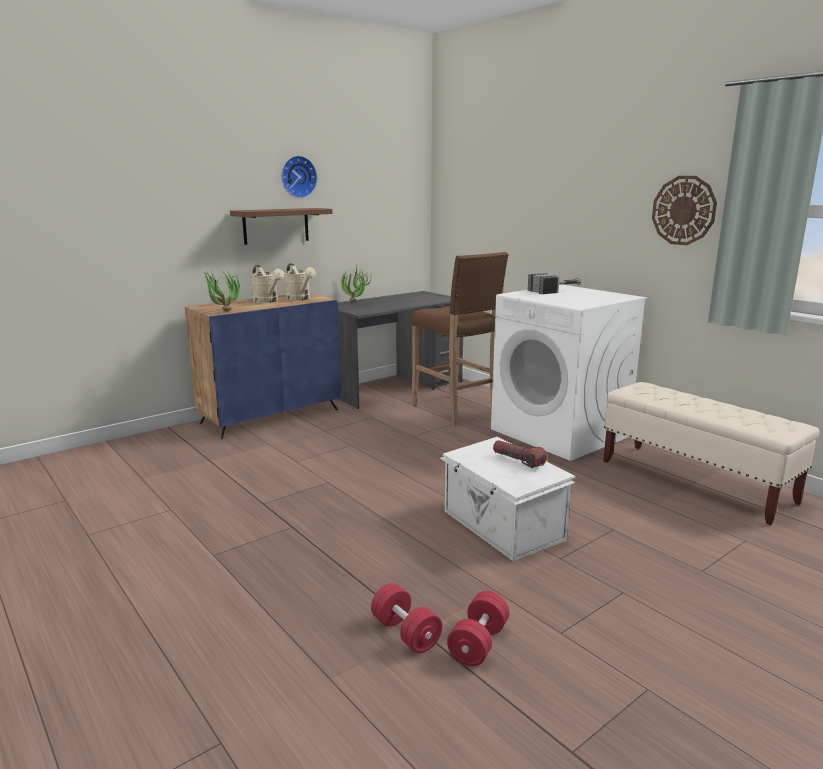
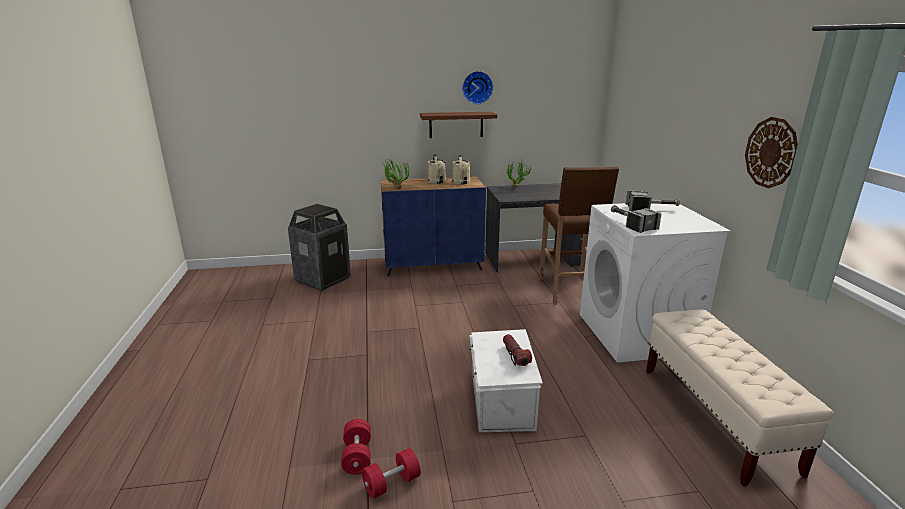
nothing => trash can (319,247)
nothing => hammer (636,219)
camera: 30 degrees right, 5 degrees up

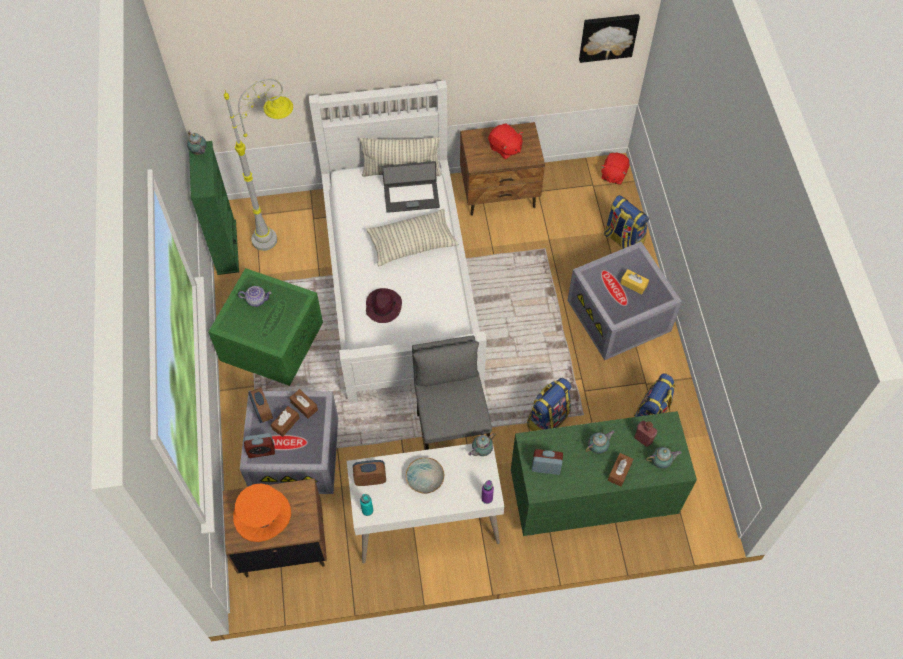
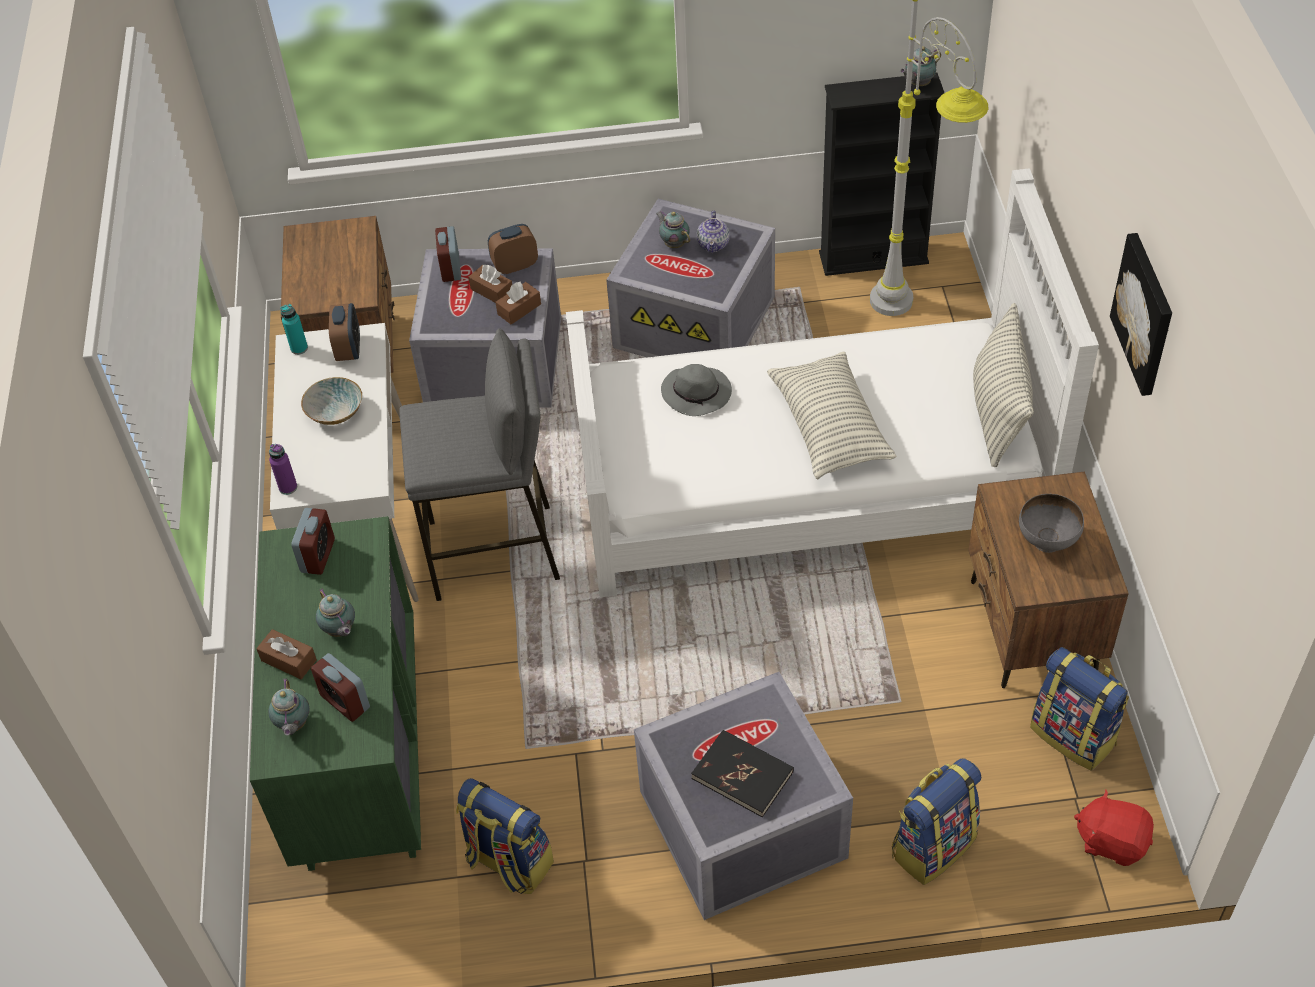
red bottle (646,434) => alarm clock (340,687)
green storage box (265,327) => grey storage box (690,278)
teapot (482,444) => teapot (673,229), move
purple hat (384,305) => grey hat (696,390)
yellow tissue box (634,281) => black book (742,773)
green bookcase (214,208) => black bookcase (881,174)
red plush toy (505,141) => grey bowl (1051,523)
backpack (549,404) => backpack (1079,708), move
picture (609,38) => picture (1141,314), move
orange hat (262,512) => nothing
laptop (411,187) => nothing
camera: 95 degrees right, 10 degrees down

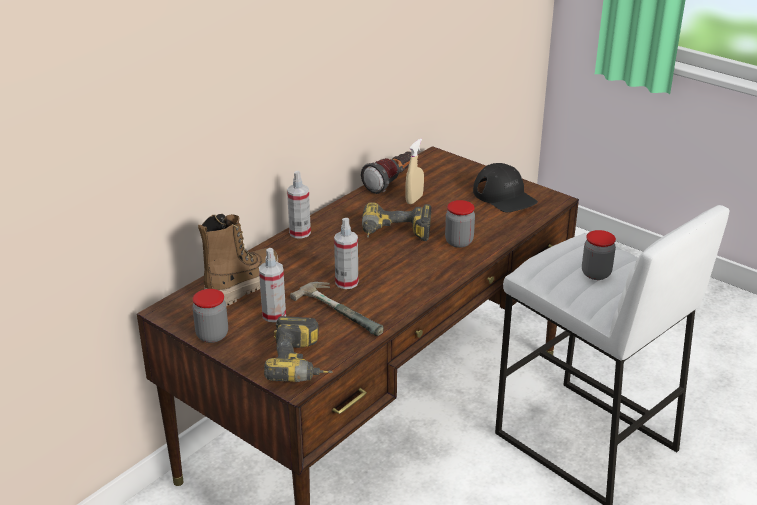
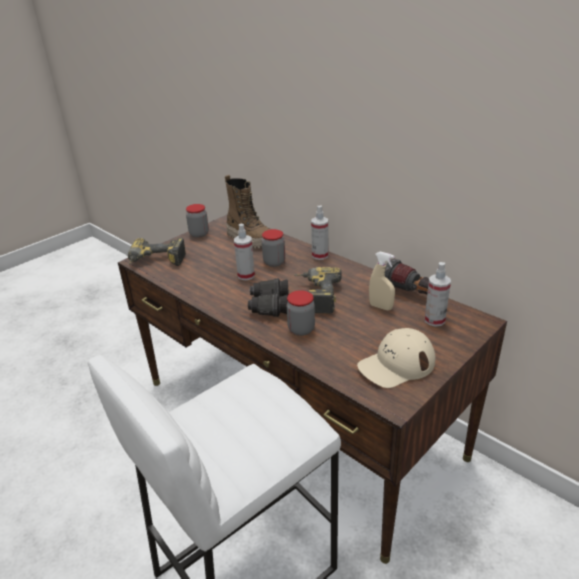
nothing => black binoculars (268,297)
jar (599,255) => jar (273,248), move
black cap (505,187) => beige cap (396,358)
spray bottle (272,285) => spray bottle (438,294), move
hammer (336,309) => nothing
camera: 95 degrees right, 0 degrees up

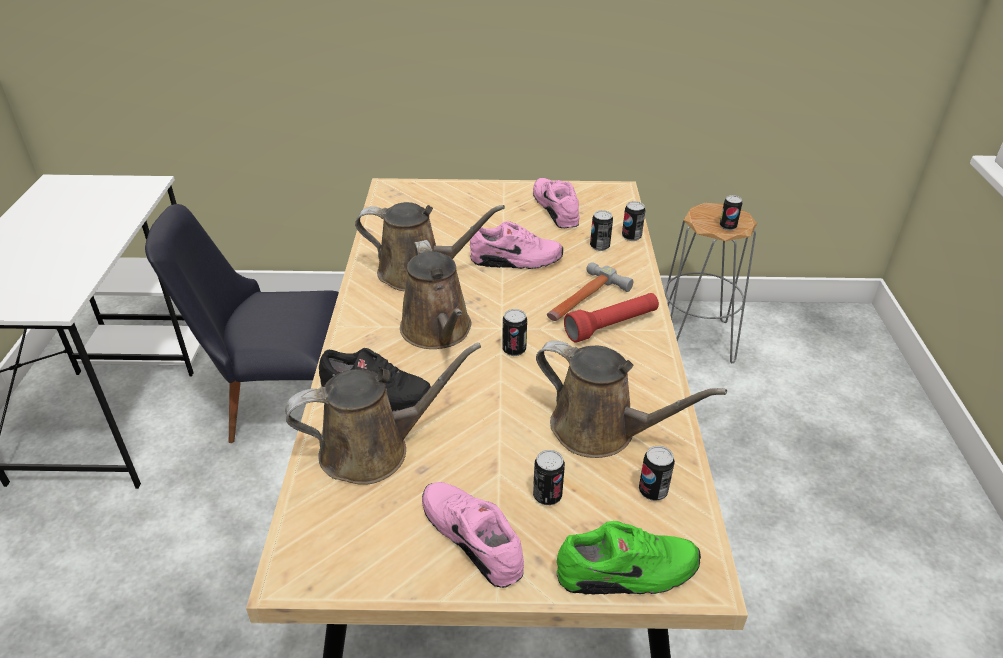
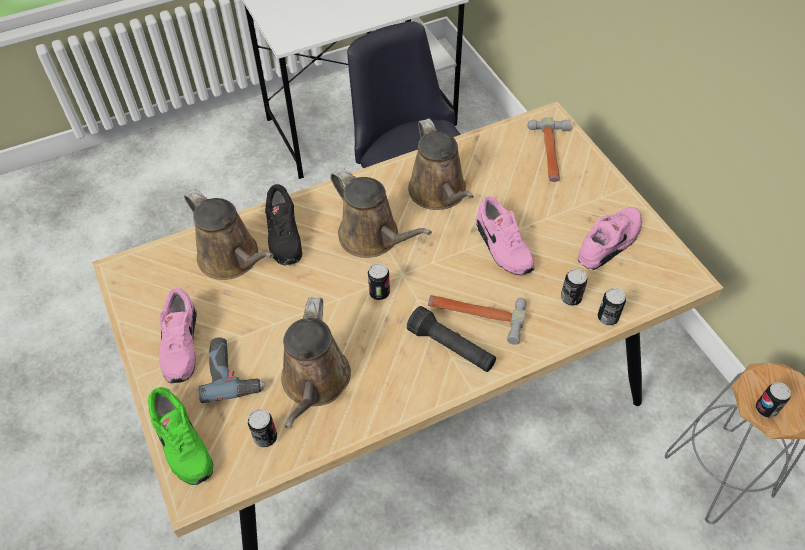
pink shoe (473,535) => pink shoe (178,335), 150 degrees clockwise
can (549,477) => power drill (231,370)
brown watering can (436,294) => brown watering can (381,213), 90 degrees counterclockwise
red flashlight (611,318) => black flashlight (451,339)
nothing => hammer (549,149)
camera: 65 degrees right, 15 degrees up

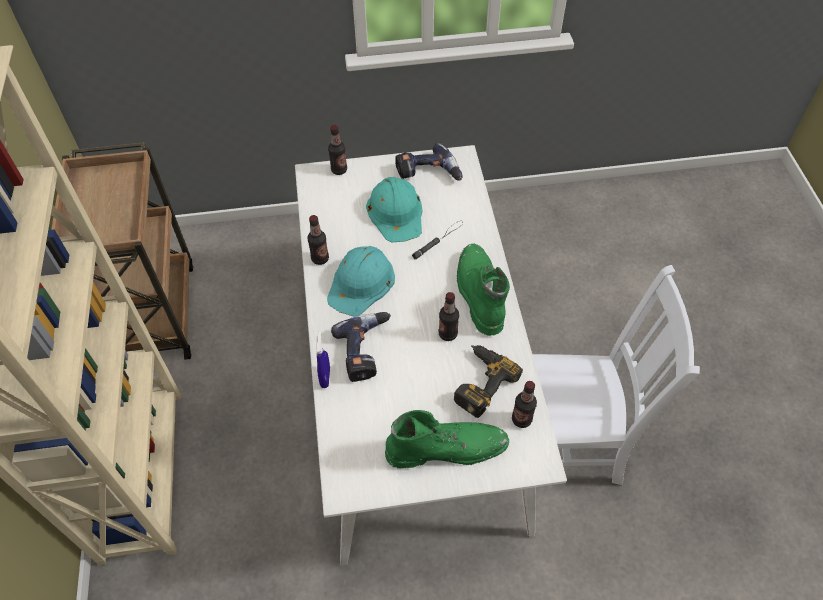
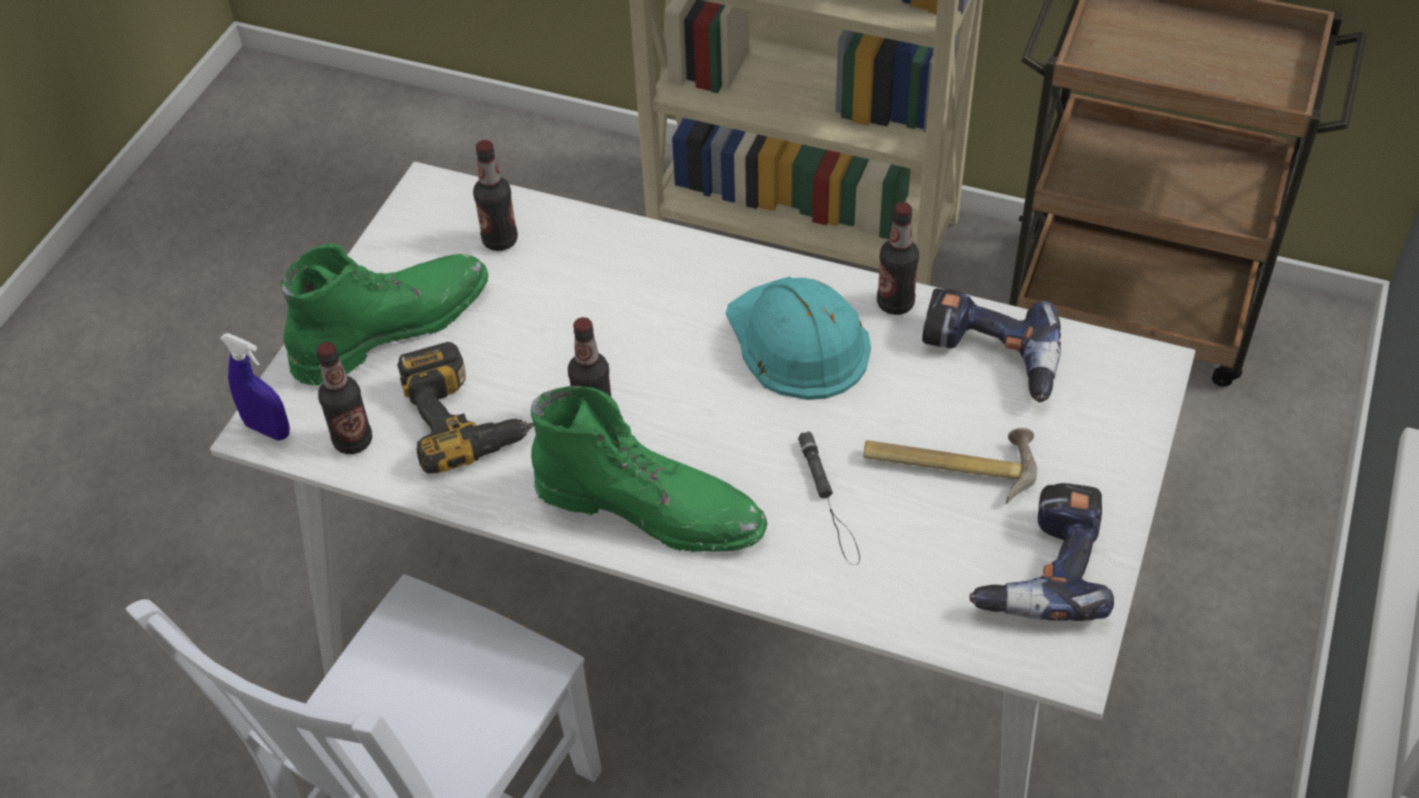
blue spray bottle (323,360) => blue spray bottle (255,387), move
green boot (447,439) => green boot (384,314), 150 degrees counterclockwise
bottle (337,150) => bottle (495,195), move
turquoise hard hat (394,210) => hammer (950,466)
power drill (361,347) => power drill (991,345), move
camera: 120 degrees right, 5 degrees down

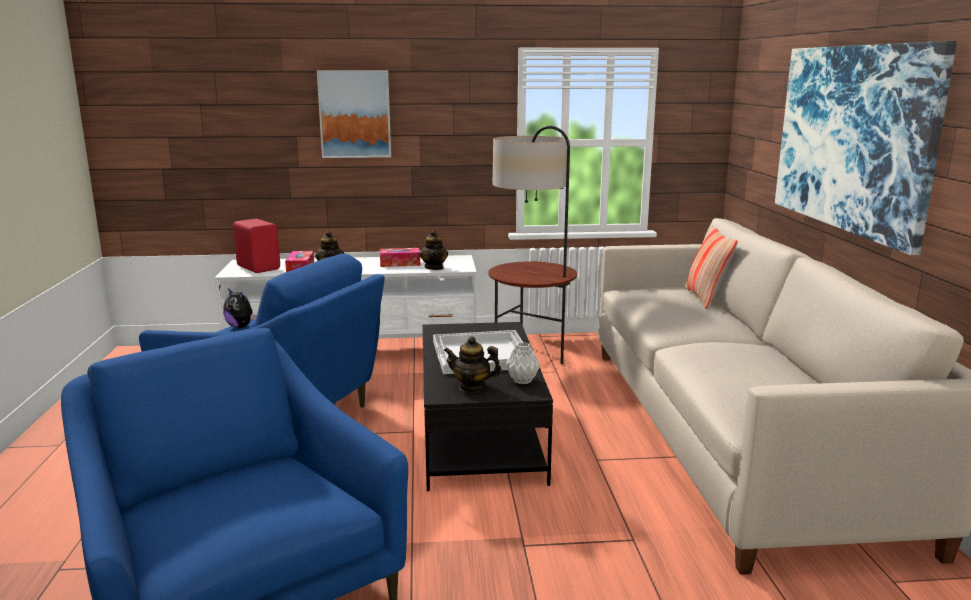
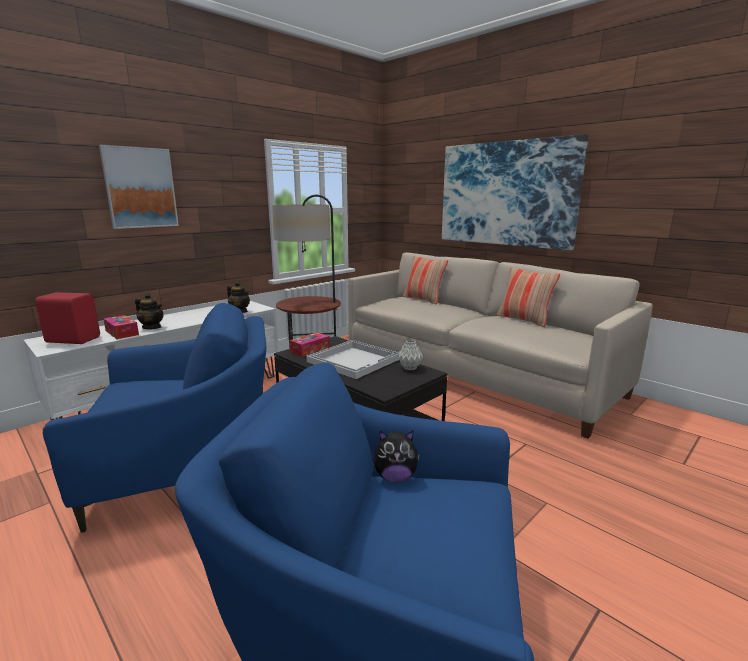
tissue box (400,257) => tissue box (309,344), move
plush toy (240,308) => plush toy (397,456), move
nothing => pillow (528,297)
teapot (473,364) => nothing
camera: 40 degrees left, 0 degrees up

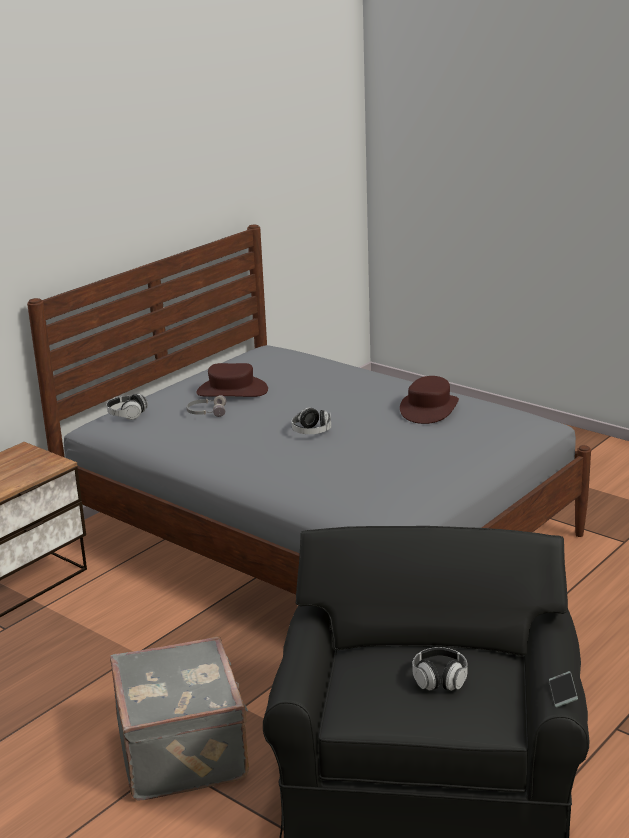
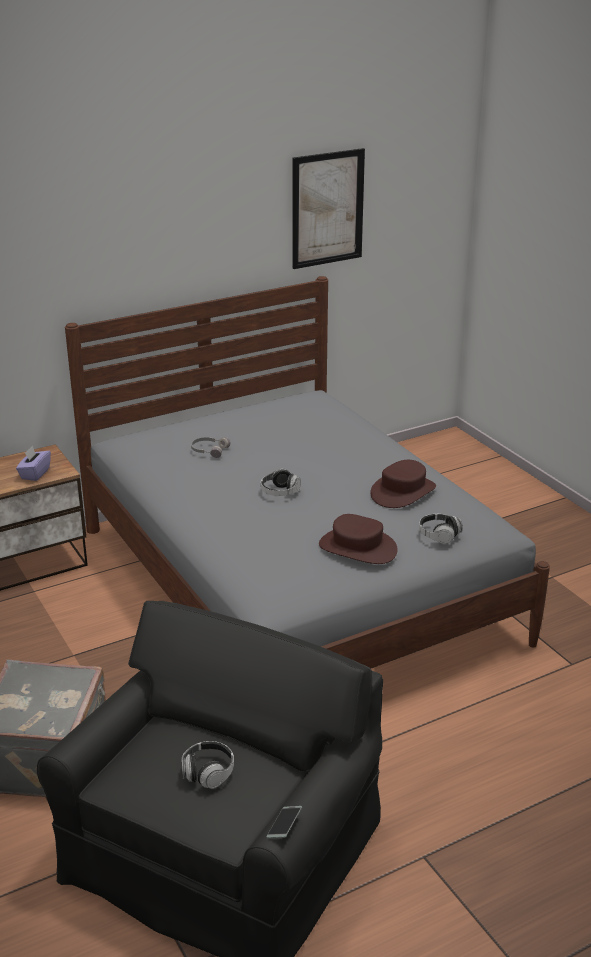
nothing => purple tissue box (33,463)
nothing => picture (328,208)
brown hat (232,380) => brown hat (358,539), move
headphones (127,407) => headphones (441,529), move
camera: 20 degrees right, 5 degrees up

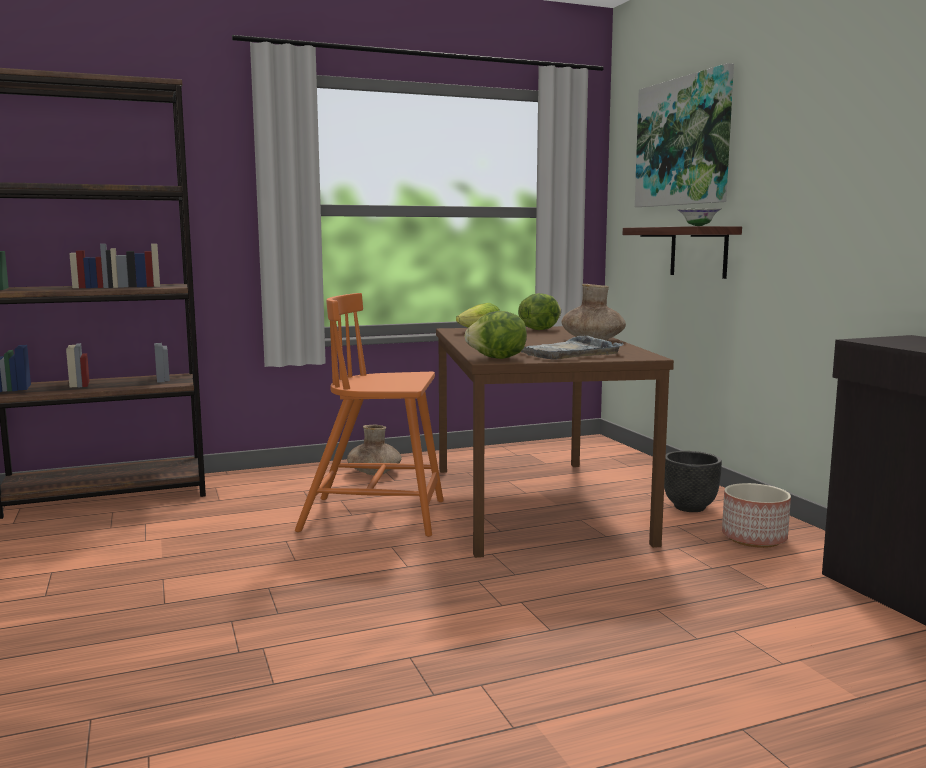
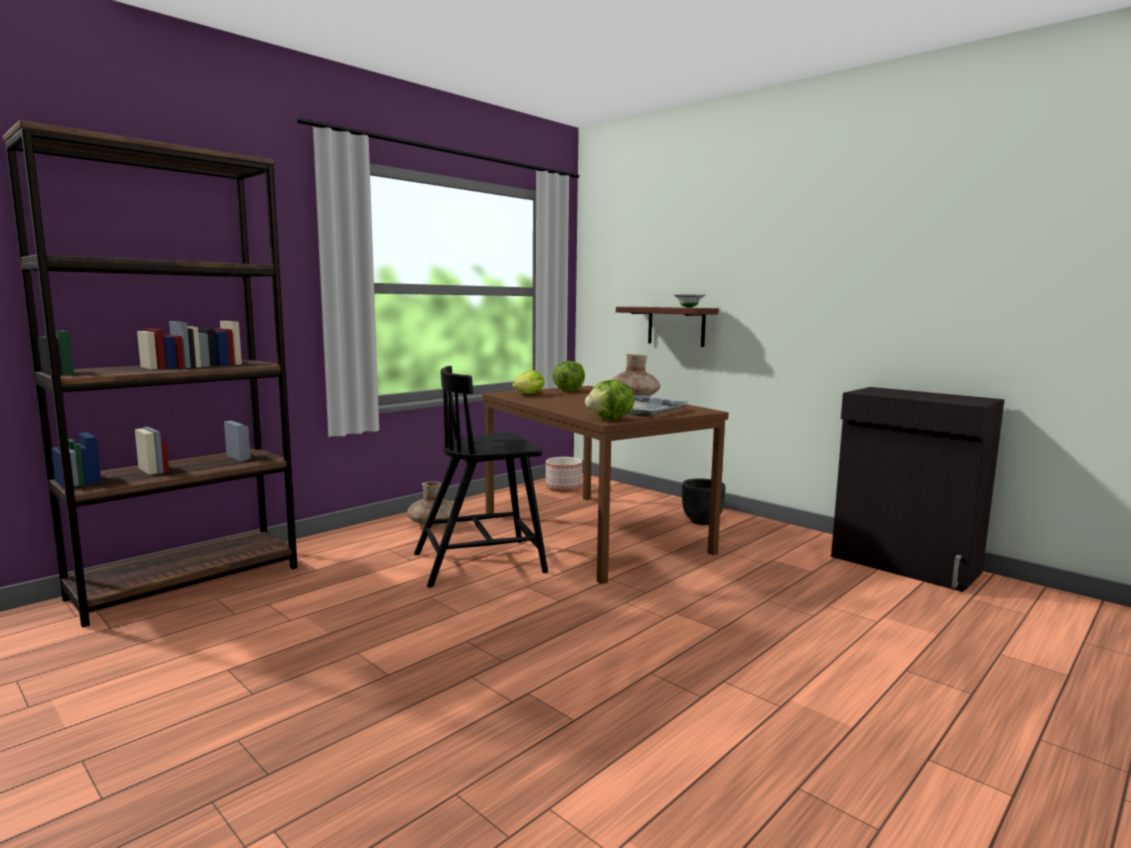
orange chair (369,415) => black chair (481,477)
planter (756,515) => planter (564,474), move
picture (684,135) => nothing
camera: 25 degrees left, 0 degrees up

